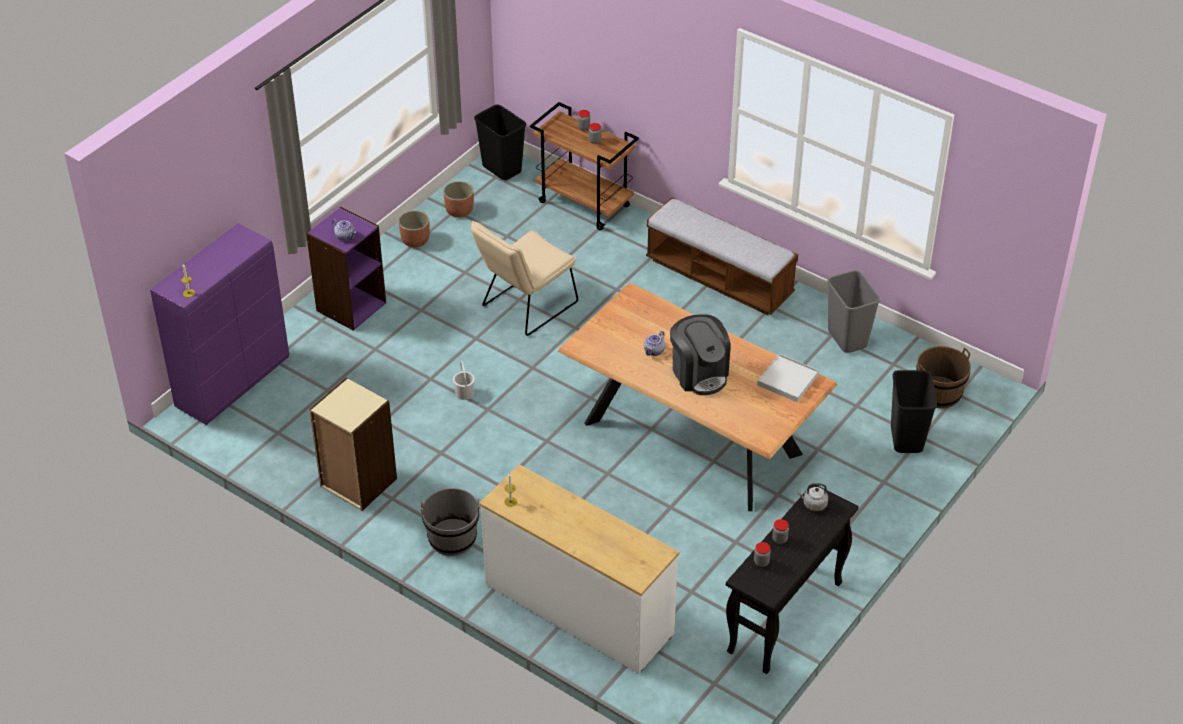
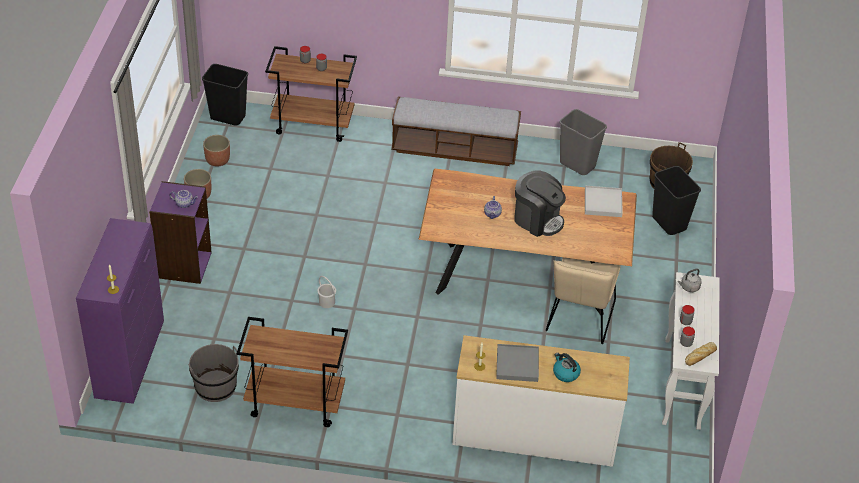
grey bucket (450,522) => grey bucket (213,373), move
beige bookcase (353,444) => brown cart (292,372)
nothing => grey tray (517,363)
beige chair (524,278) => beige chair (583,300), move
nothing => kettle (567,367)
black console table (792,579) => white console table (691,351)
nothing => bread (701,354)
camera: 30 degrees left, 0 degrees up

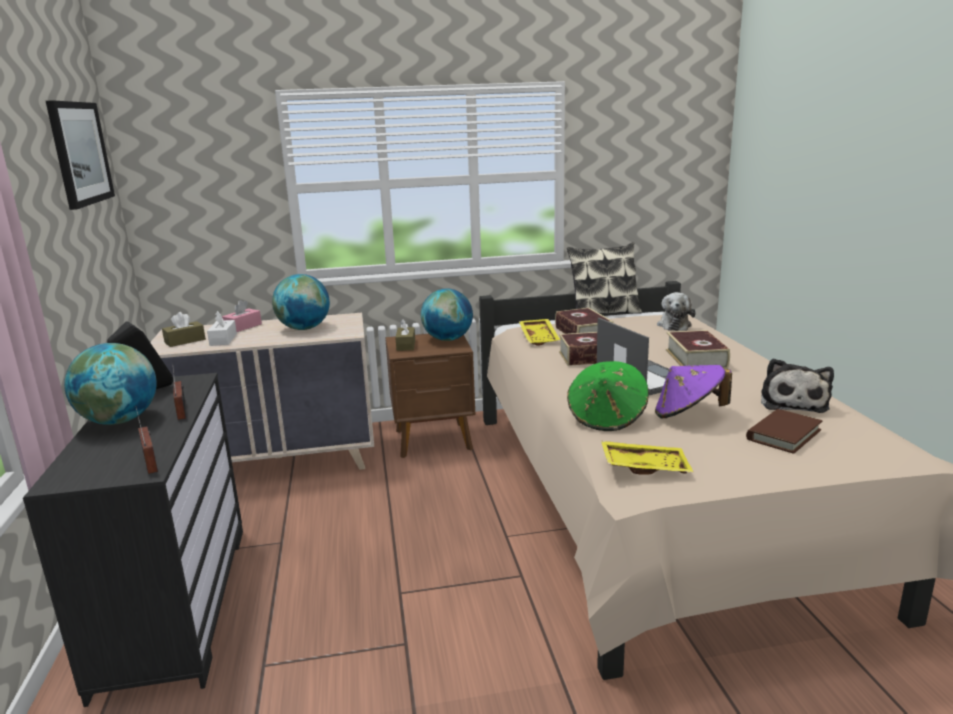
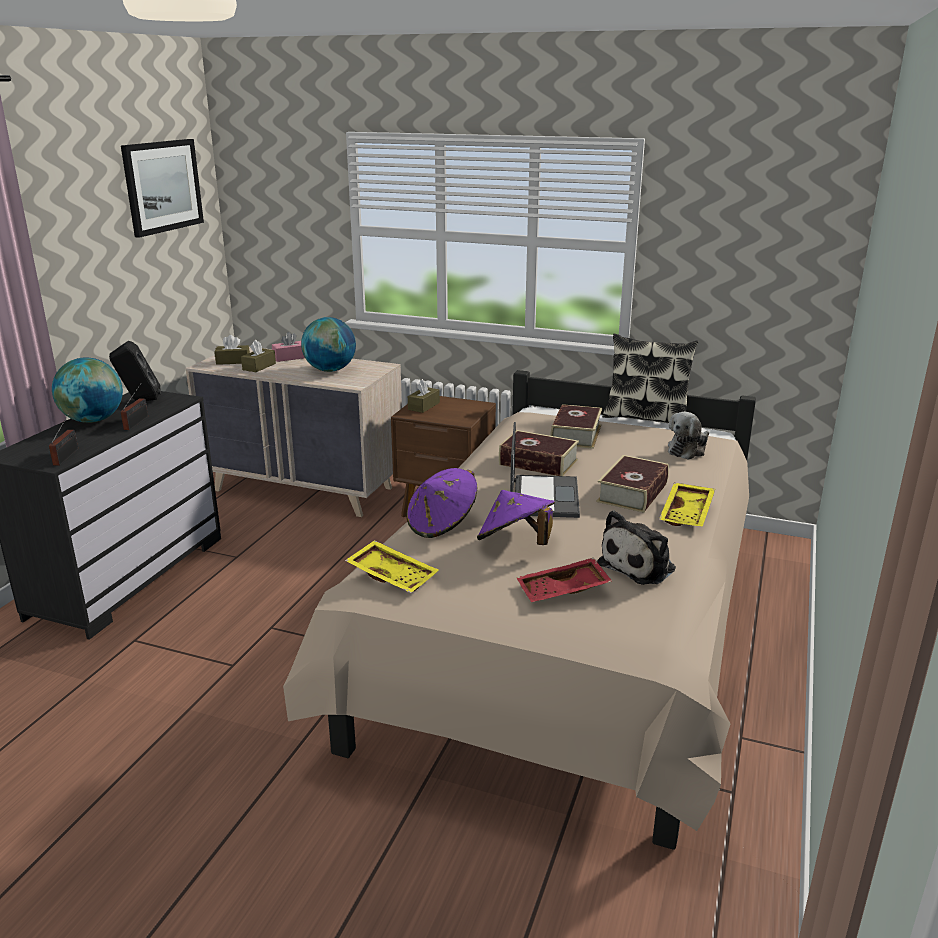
white tissue box (222,328) => brown tissue box (258,356)
green hat (608,396) => purple hat (441,503)
brown book (784,431) => red tray (565,580)
yellow tray (539,332) => yellow tray (687,505), move
globe (447,315) => nothing
camera: 30 degrees right, 5 degrees up

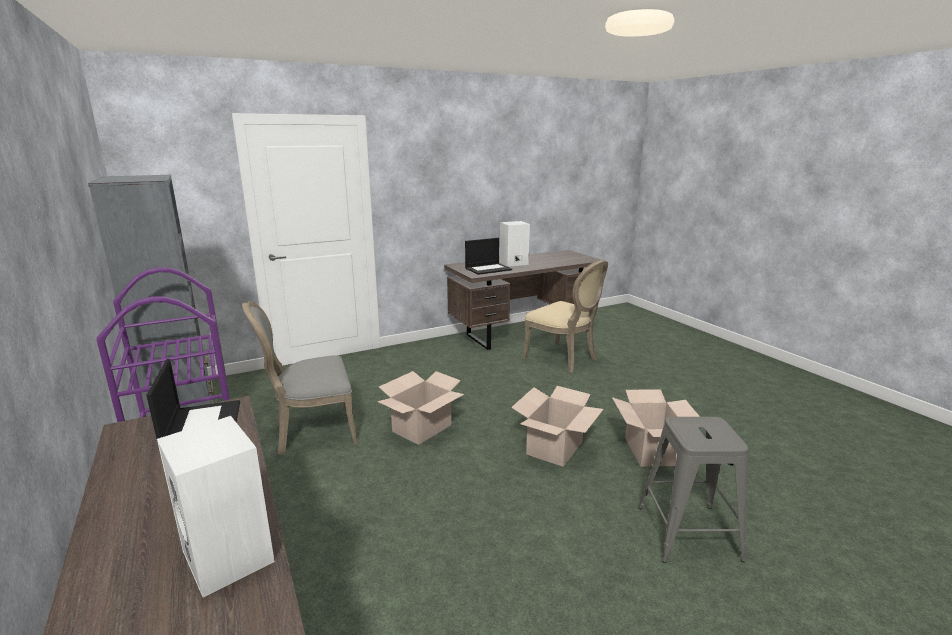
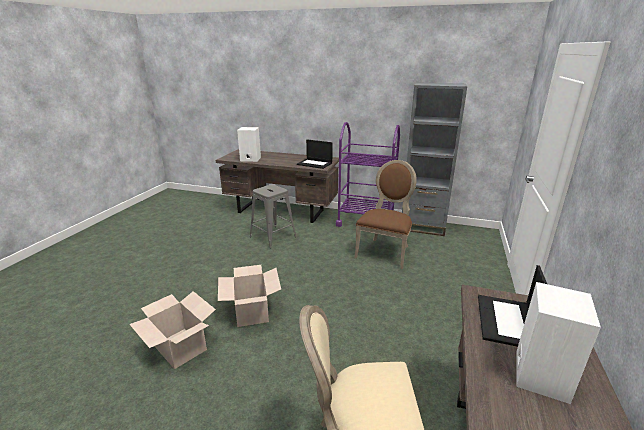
grey stool (693,490) => grey stool (273,216), move
grey chair (300,378) => brown chair (385,214)
cardboard box (420,408) => nothing
camera: 135 degrees right, 5 degrees up

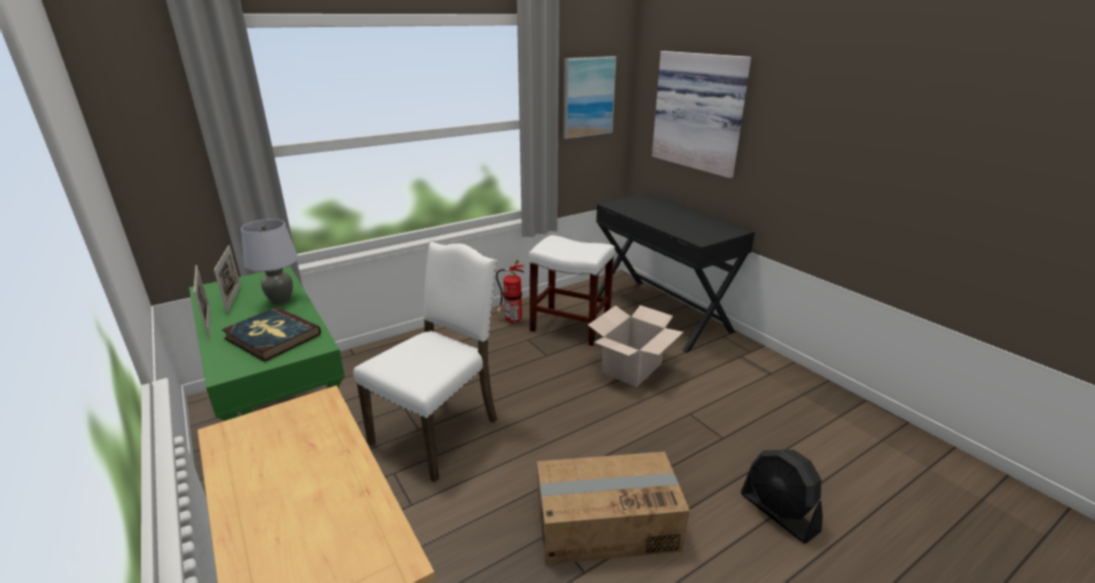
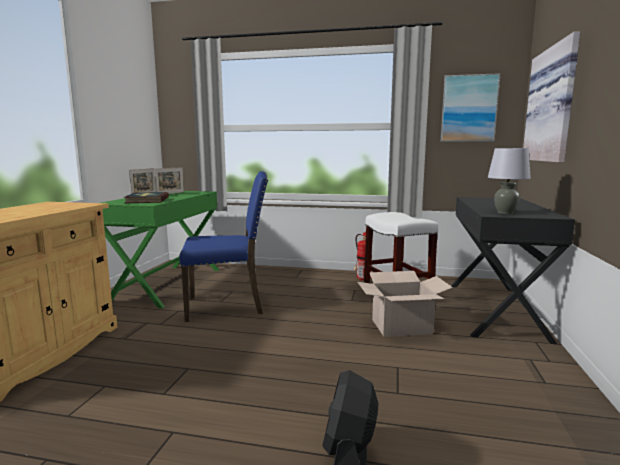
white chair (425,362) => blue chair (223,246)
grey table lamp (269,262) => grey table lamp (509,181), move
cardboard box (613,508) => nothing
camera: 45 degrees right, 15 degrees down

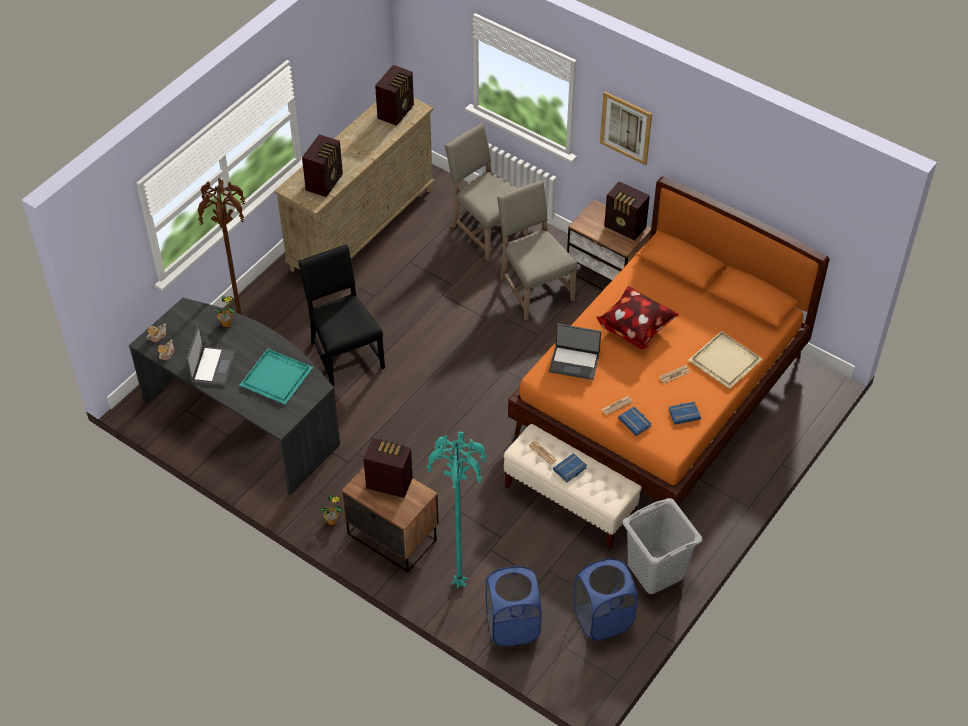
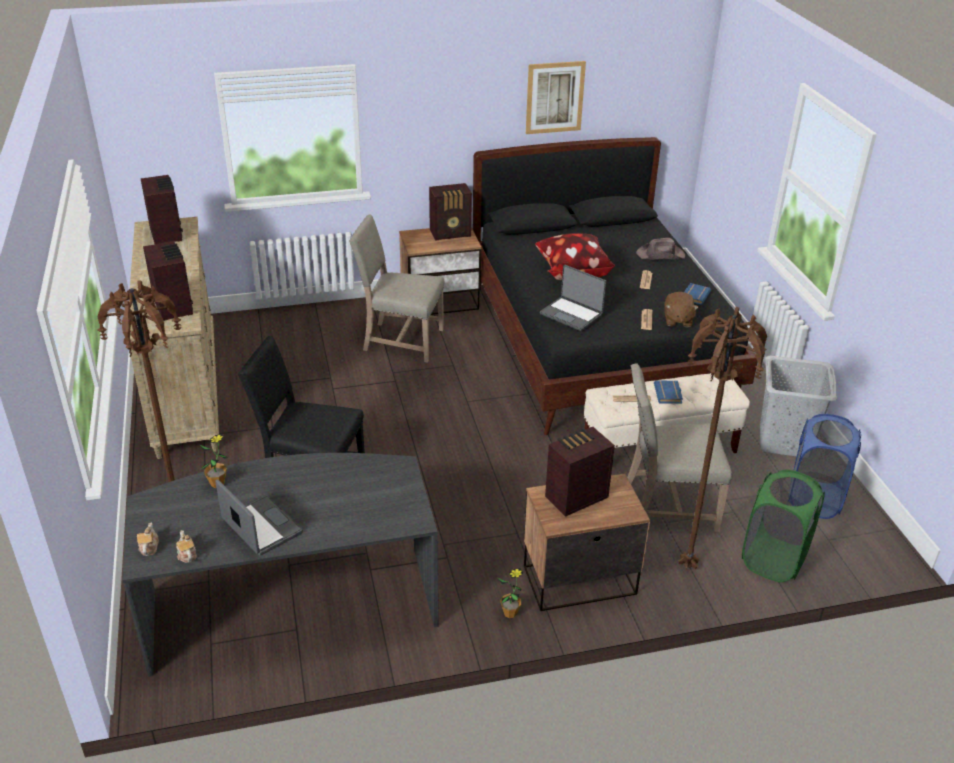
orange bed (668,341) => black bed (615,286)
picture (626,128) => picture (556,97), move
laptop (575,352) => laptop (573,298), 75 degrees clockwise
beige chair (486,192) => beige chair (680,448), move
beige tray (725,360) => brown hat (660,249)
blue book (635,421) => brown plush toy (681,309)
turquoise floor lamp (456,510) => brown floor lamp (722,438)
blue laundry basket (513,606) => green laundry basket (783,526)
turquoise tray (276,377) => nothing
camera: 50 degrees left, 15 degrees down

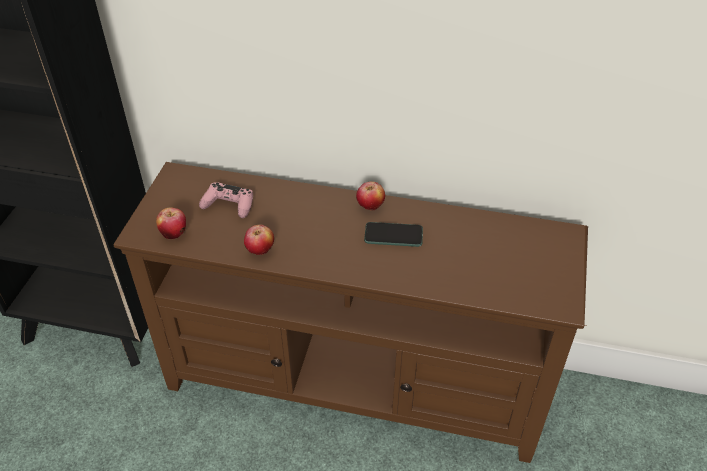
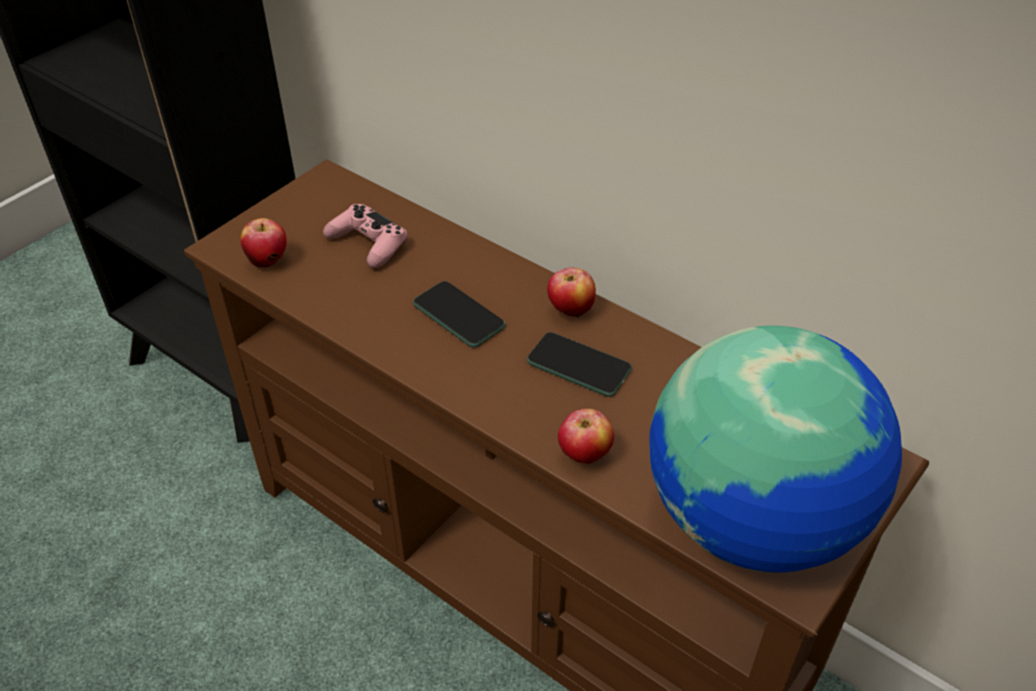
nothing => phone (459,314)
apple (259,240) => apple (586,436), move
nothing => globe (775,448)
camera: 25 degrees right, 0 degrees up

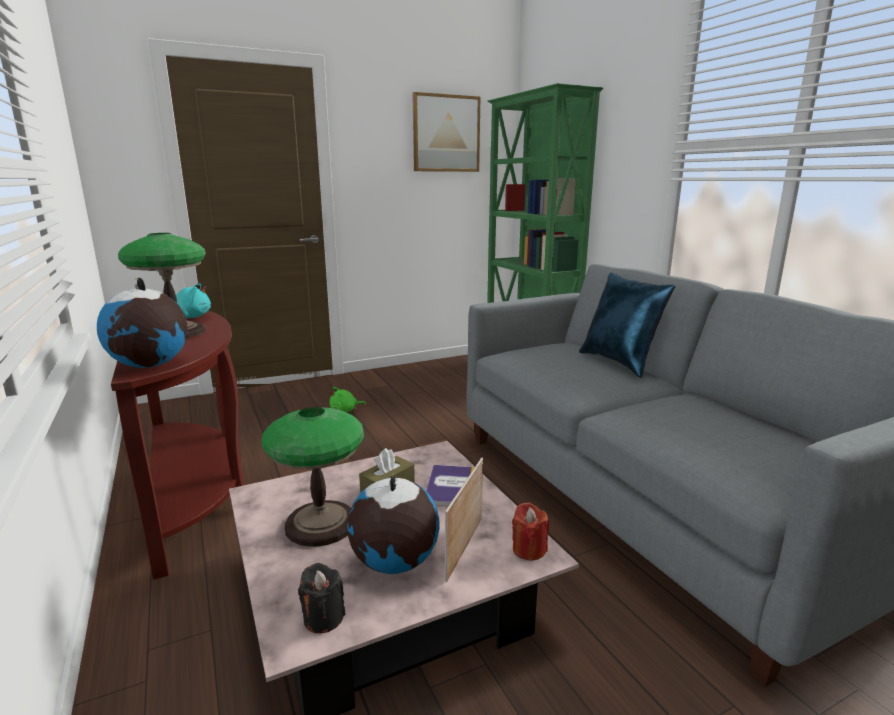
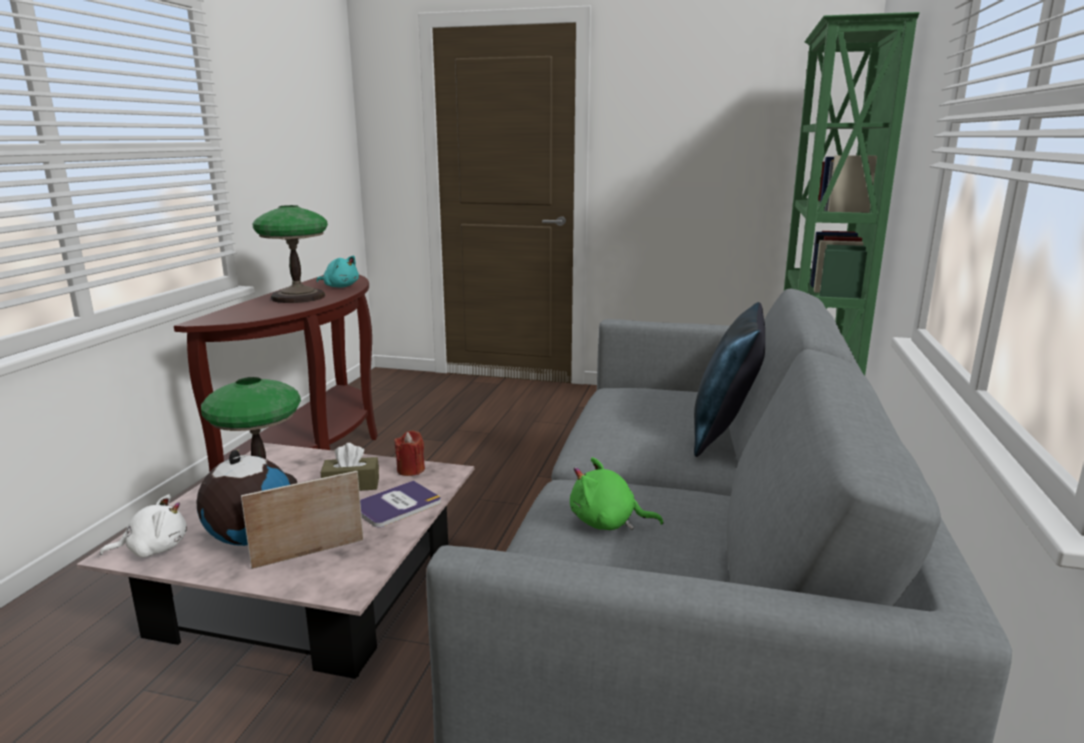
black candle (321,598) => white plush toy (143,526)
red candle (530,531) => red candle (409,453), move
green plush toy (347,399) => green plush toy (616,493), move
globe (142,323) => nothing
picture (446,132) => nothing
camera: 40 degrees right, 0 degrees up

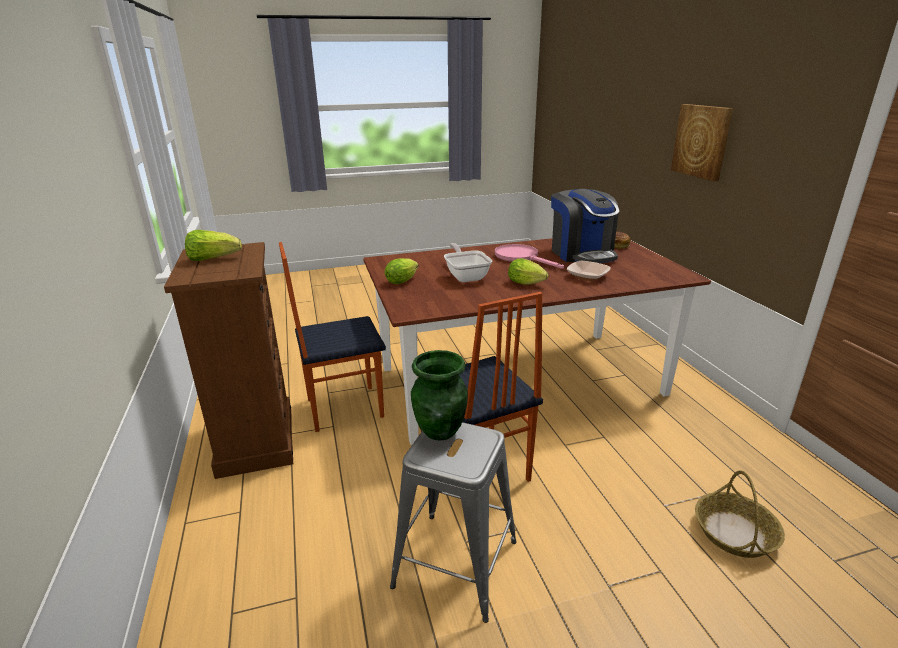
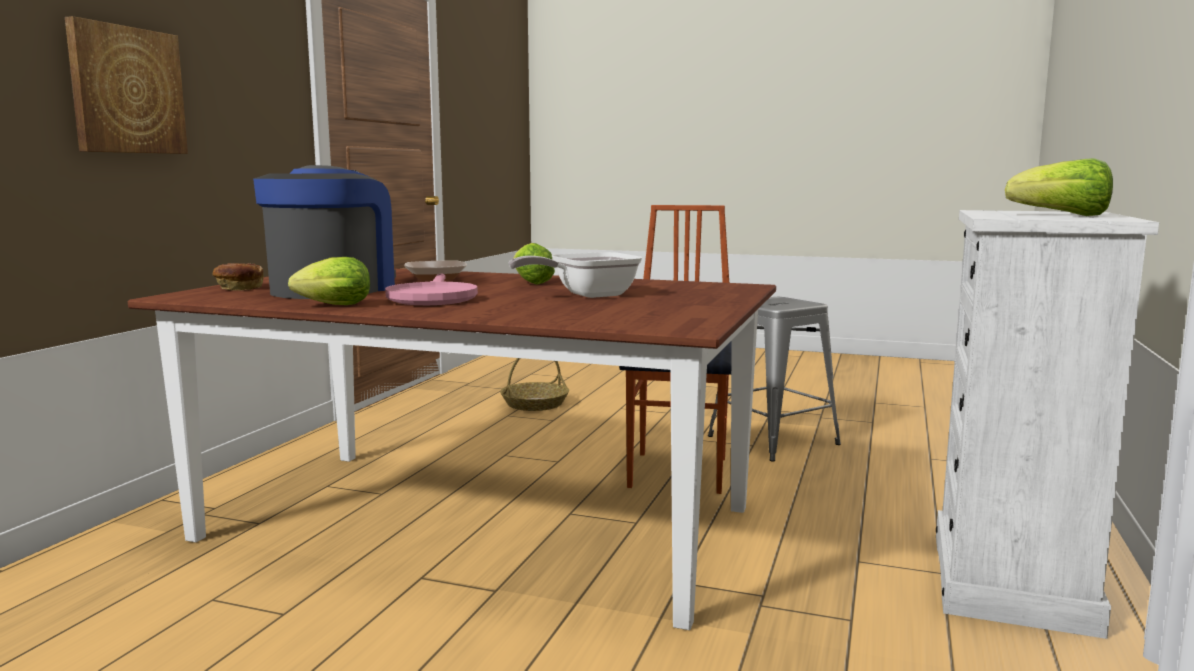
lettuce (401,271) => lettuce (329,281), move
frying pan (468,262) => frying pan (575,275), 45 degrees clockwise
brown dresser (228,360) => white dresser (1047,424)
chair (332,337) => nothing
green vase (439,395) => nothing
camera: 145 degrees left, 15 degrees down

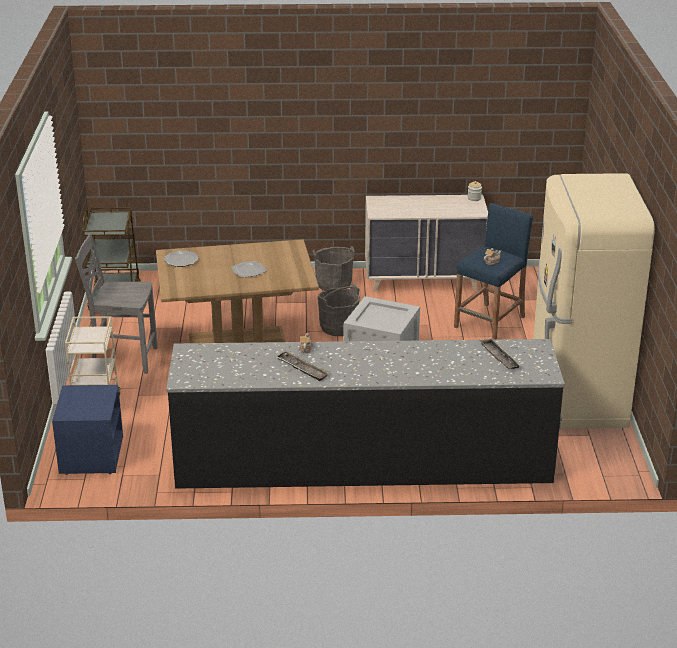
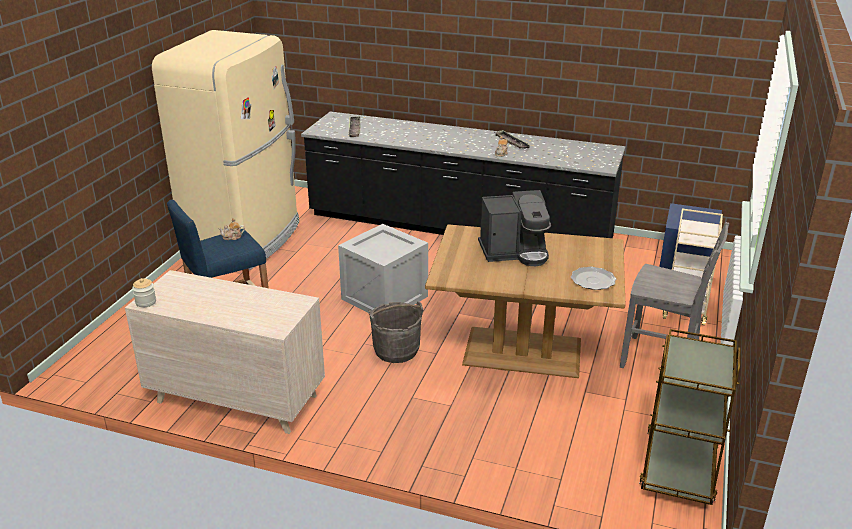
plate (249,269) => coffee machine (514,228)
grey bucket (334,268) => nothing
camera: 160 degrees left, 0 degrees up

